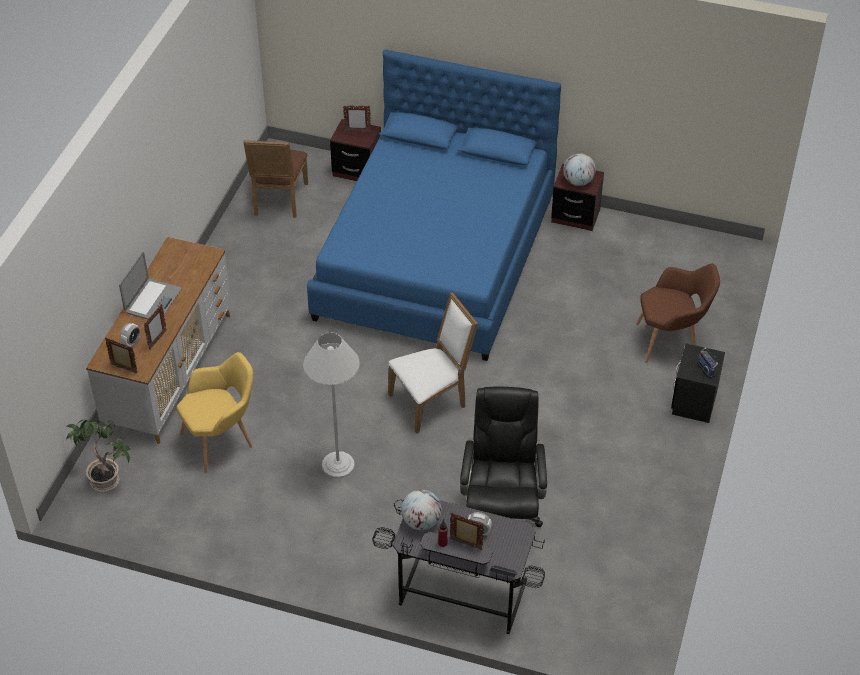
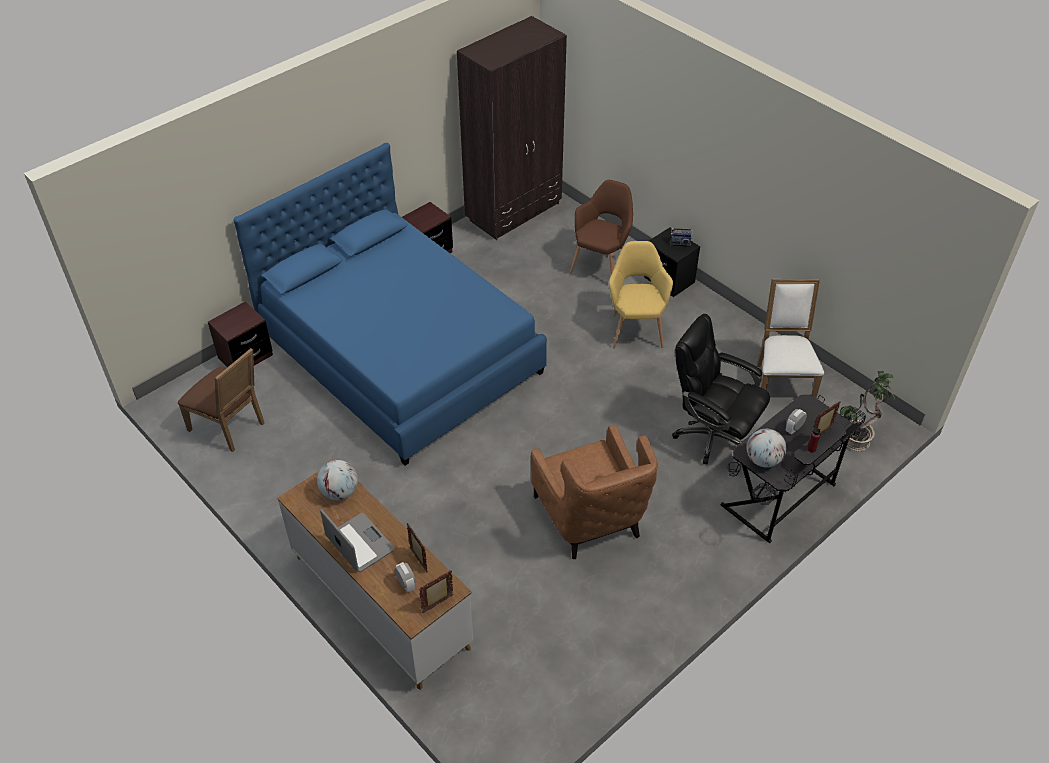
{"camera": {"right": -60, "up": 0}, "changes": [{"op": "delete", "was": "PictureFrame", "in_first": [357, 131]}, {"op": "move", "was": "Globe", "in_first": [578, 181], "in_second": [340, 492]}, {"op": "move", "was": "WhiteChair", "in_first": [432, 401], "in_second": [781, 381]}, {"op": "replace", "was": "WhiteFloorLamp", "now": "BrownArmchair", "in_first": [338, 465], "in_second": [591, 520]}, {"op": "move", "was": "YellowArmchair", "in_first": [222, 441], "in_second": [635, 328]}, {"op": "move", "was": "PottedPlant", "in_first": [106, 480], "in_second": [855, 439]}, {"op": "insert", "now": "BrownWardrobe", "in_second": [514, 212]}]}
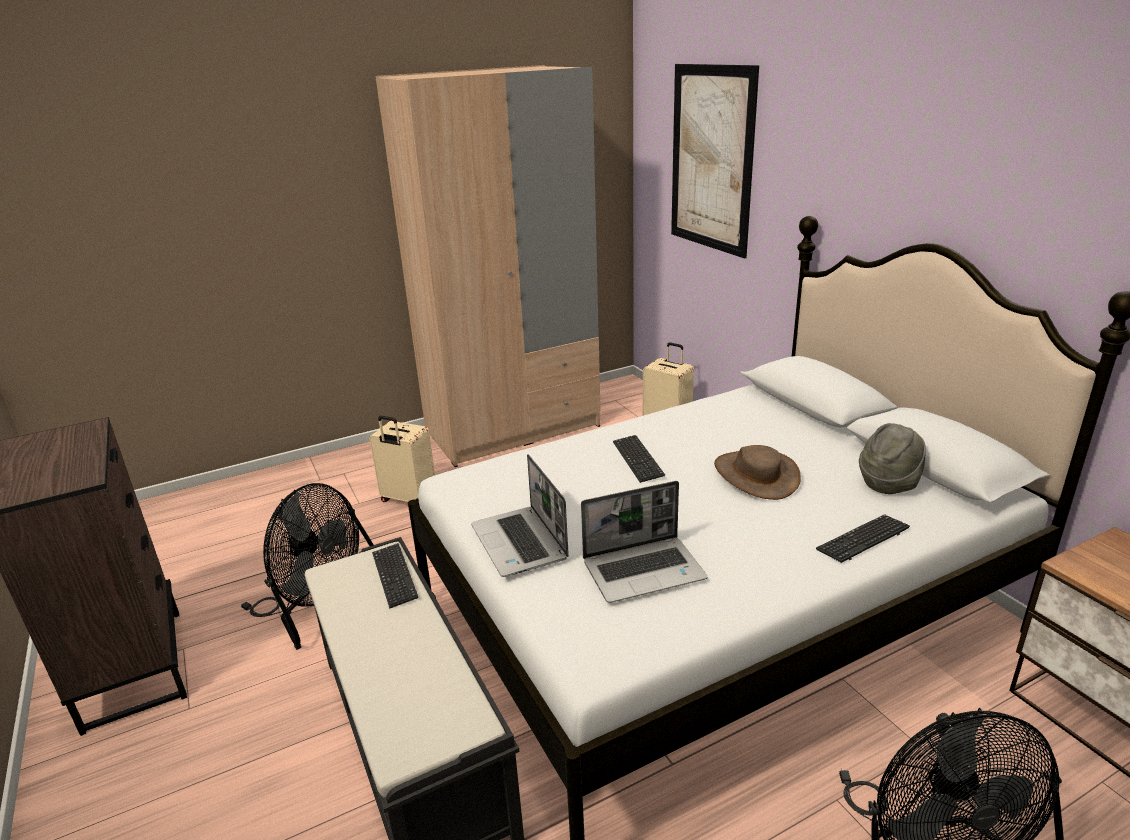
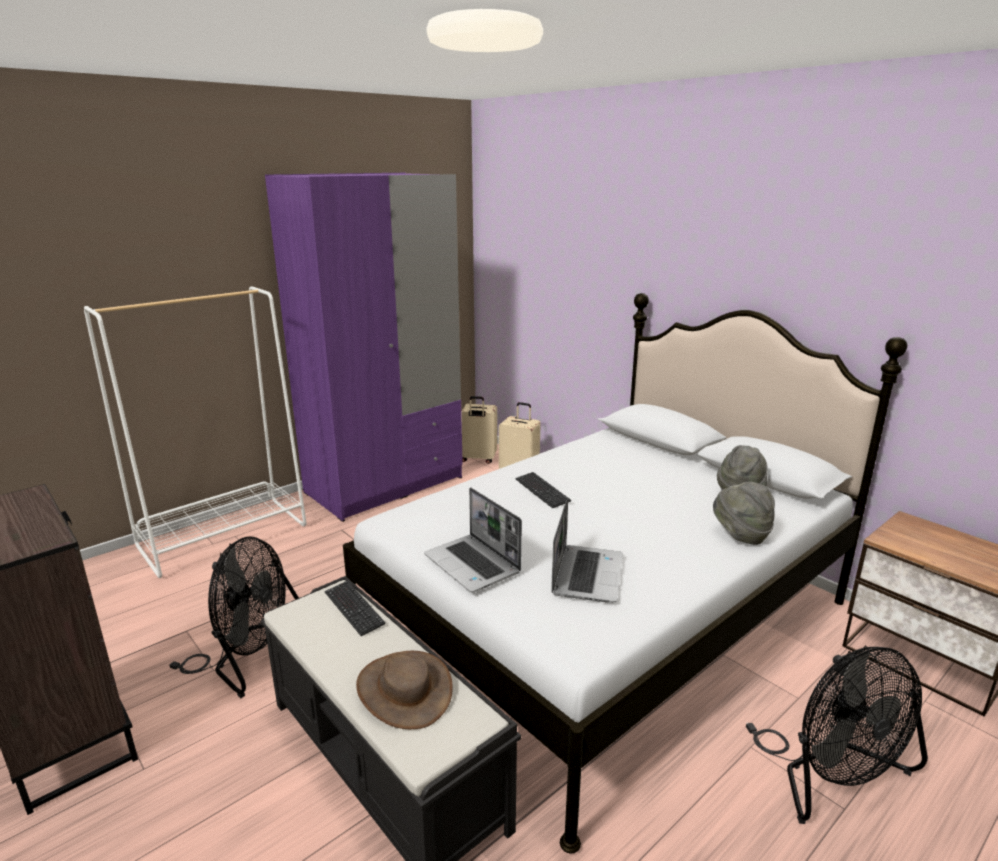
{"camera": {"right": -15, "up": -5}, "changes": [{"op": "delete", "was": "Picture", "in_first": [711, 159]}, {"op": "recolor", "was": "BeigeWardrobe", "now": "PurpleWardrobe", "in_first": [512, 428], "in_second": [385, 485]}, {"op": "move", "was": "BeigeSuitcase", "in_first": [408, 499], "in_second": [478, 459]}, {"op": "move", "was": "BrownHat", "in_first": [756, 475], "in_second": [405, 690]}, {"op": "rotate", "was": "Laptop", "in_first": [644, 570], "in_second": [586, 574], "clockwise": -45}, {"op": "replace", "was": "Keyboard", "now": "GreyHat", "in_first": [863, 540], "in_second": [740, 535]}, {"op": "insert", "now": "WhiteClothesRack", "in_second": [223, 536]}]}
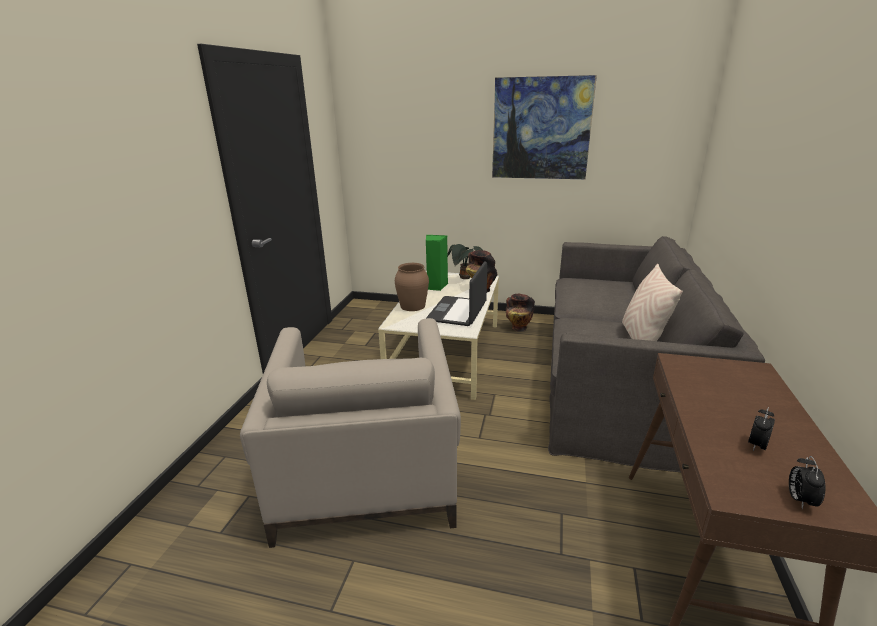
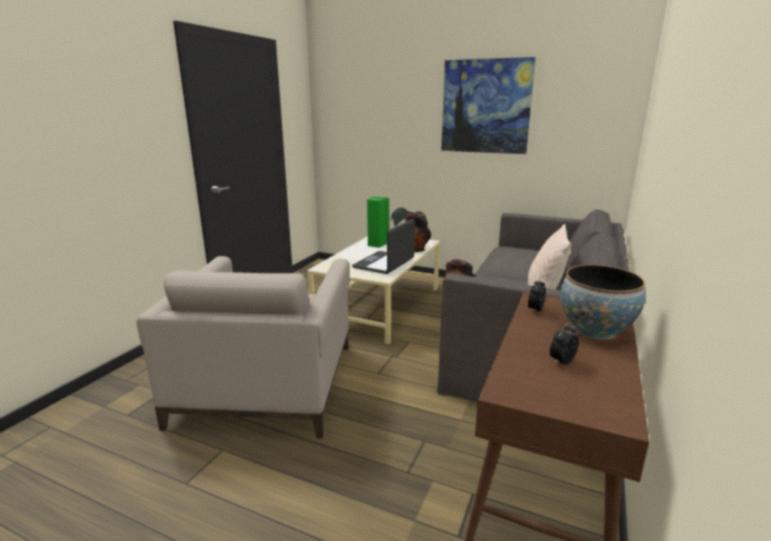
{"camera": {"right": 10, "up": -5}, "changes": [{"op": "delete", "was": "BrownVase", "in_first": [412, 306]}, {"op": "move", "was": "AlarmClock", "in_first": [799, 499], "in_second": [535, 310]}, {"op": "insert", "now": "Bowl", "in_second": [595, 330]}]}
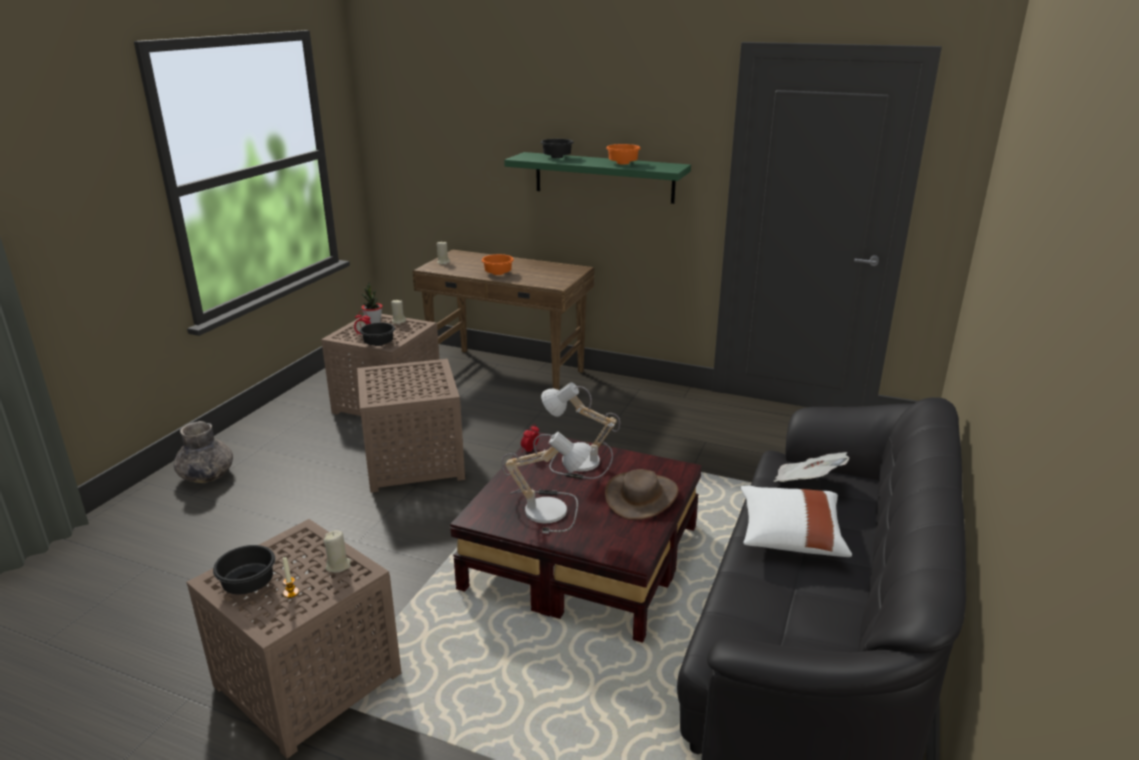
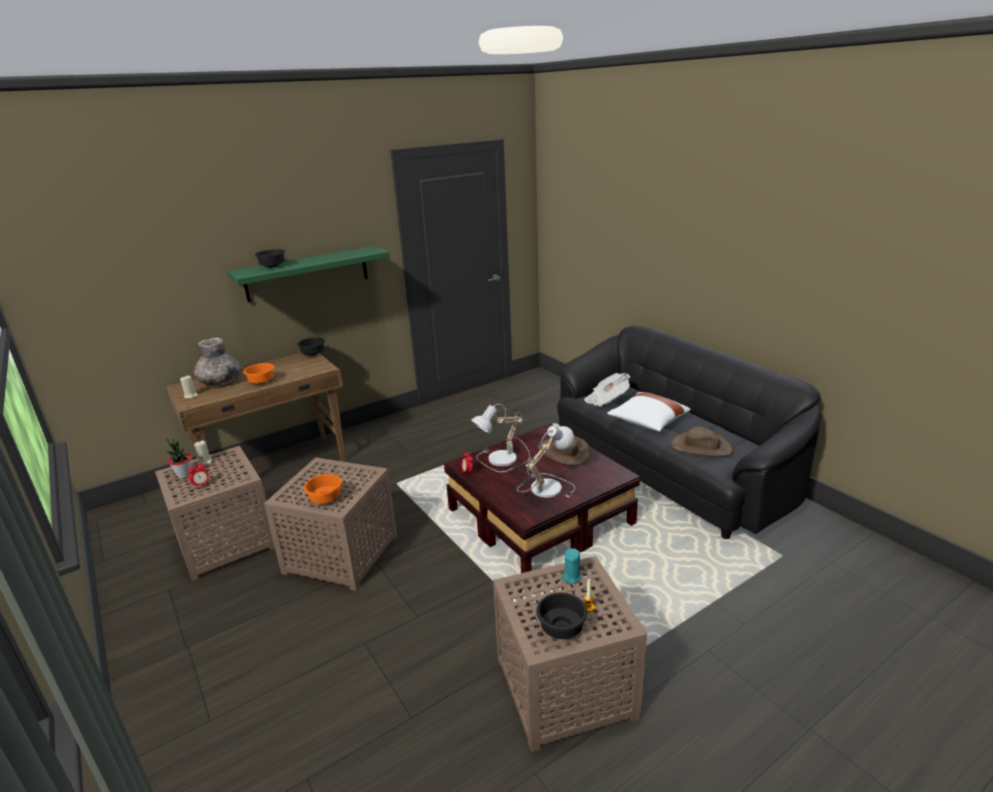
{"camera": {"right": -55, "up": 0}, "changes": [{"op": "move", "was": "OrangeBowl", "in_first": [624, 164], "in_second": [326, 498]}, {"op": "move", "was": "BlackBowl", "in_first": [378, 344], "in_second": [314, 354]}, {"op": "move", "was": "GreyVase", "in_first": [206, 475], "in_second": [220, 382]}, {"op": "recolor", "was": "BeigeCandle", "now": "TurquoiseCandle", "in_first": [338, 565], "in_second": [571, 577]}, {"op": "insert", "now": "BrownHat", "in_second": [701, 447]}]}
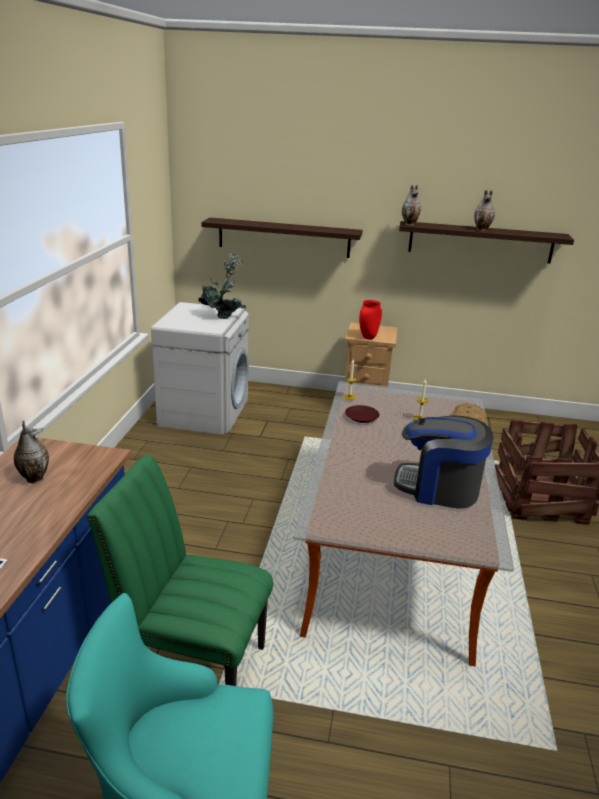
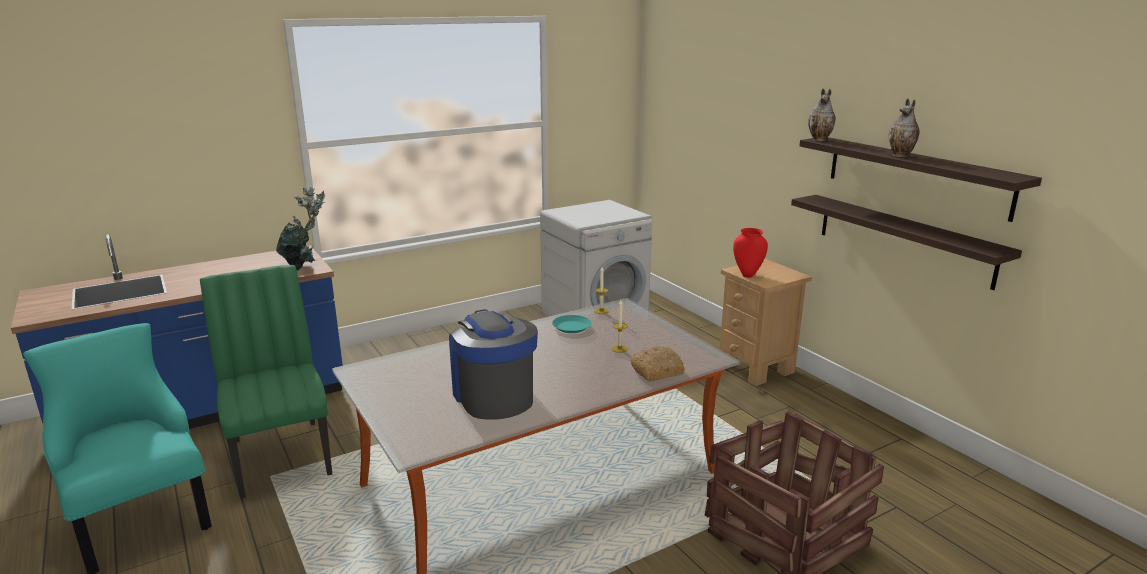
{"camera": {"right": 50, "up": -5}, "changes": [{"op": "move", "was": "Shelf", "in_first": [284, 237], "in_second": [902, 239]}, {"op": "move", "was": "PottedPlant", "in_first": [224, 316], "in_second": [305, 267]}, {"op": "recolor", "was": "BrownPlate", "now": "TurquoisePlate", "in_first": [361, 417], "in_second": [571, 327]}, {"op": "delete", "was": "Vase", "in_first": [34, 478]}]}
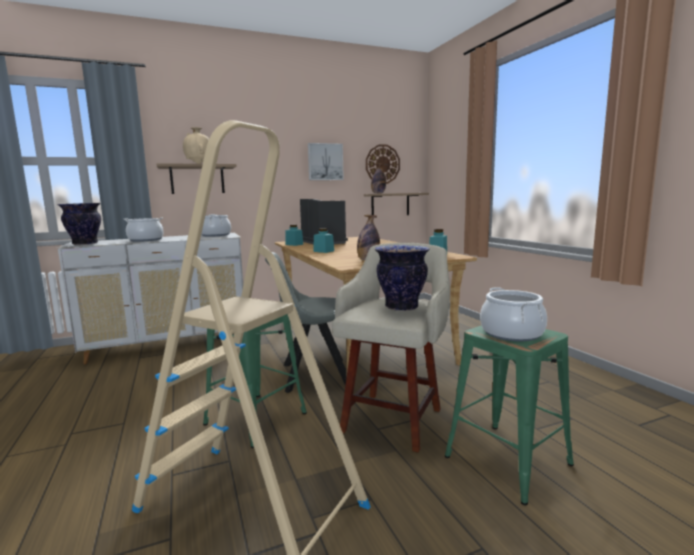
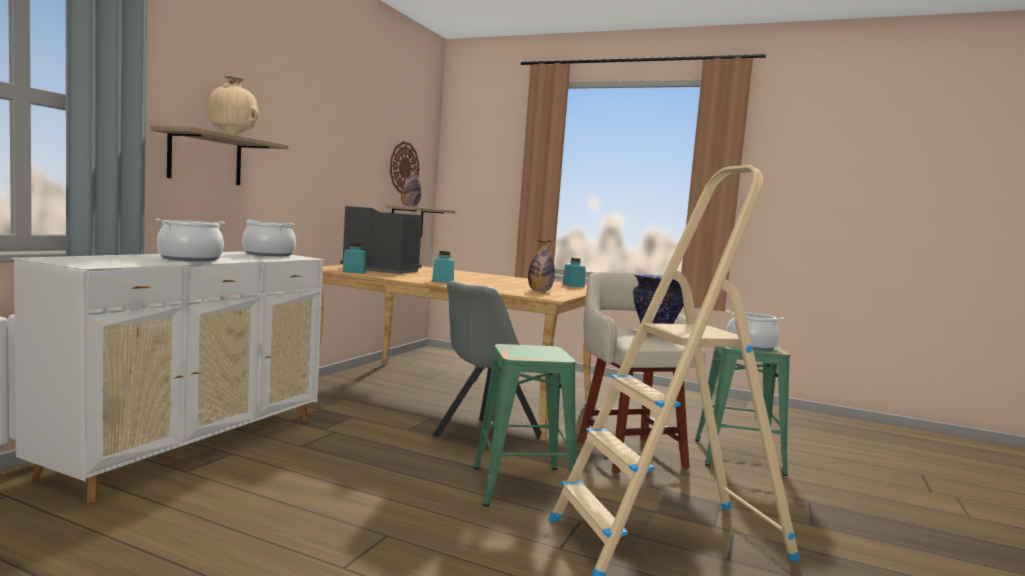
{"camera": {"right": -45, "up": -5}, "changes": [{"op": "delete", "was": "Picture", "in_first": [325, 162]}, {"op": "delete", "was": "Vase", "in_first": [84, 244]}]}
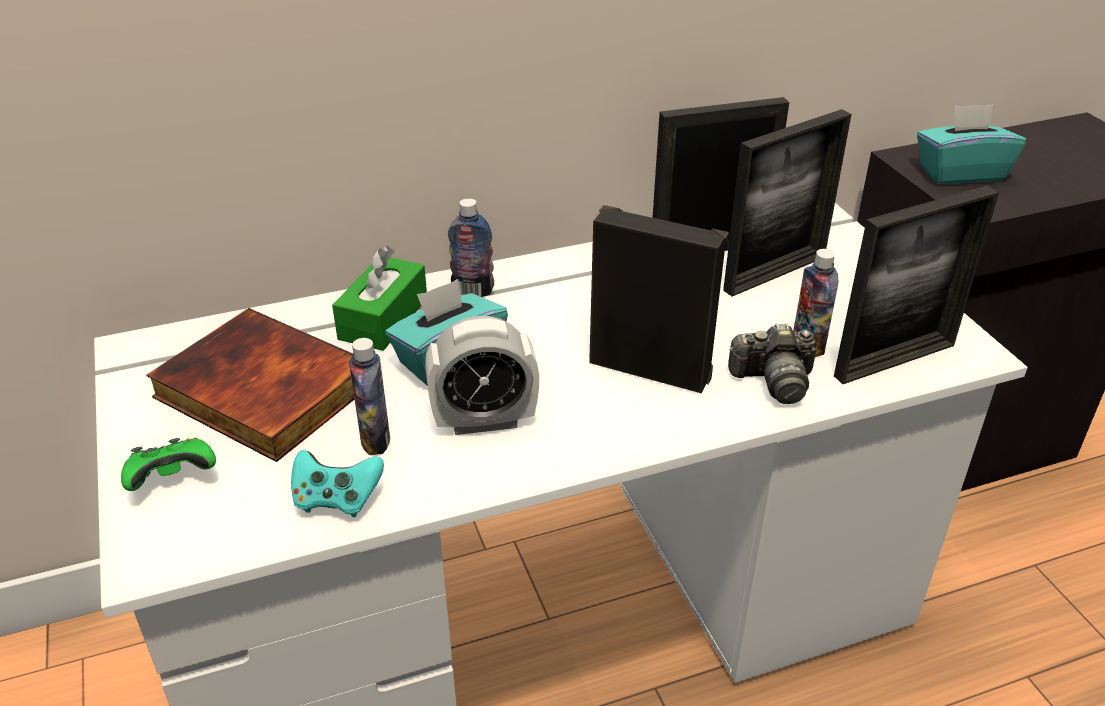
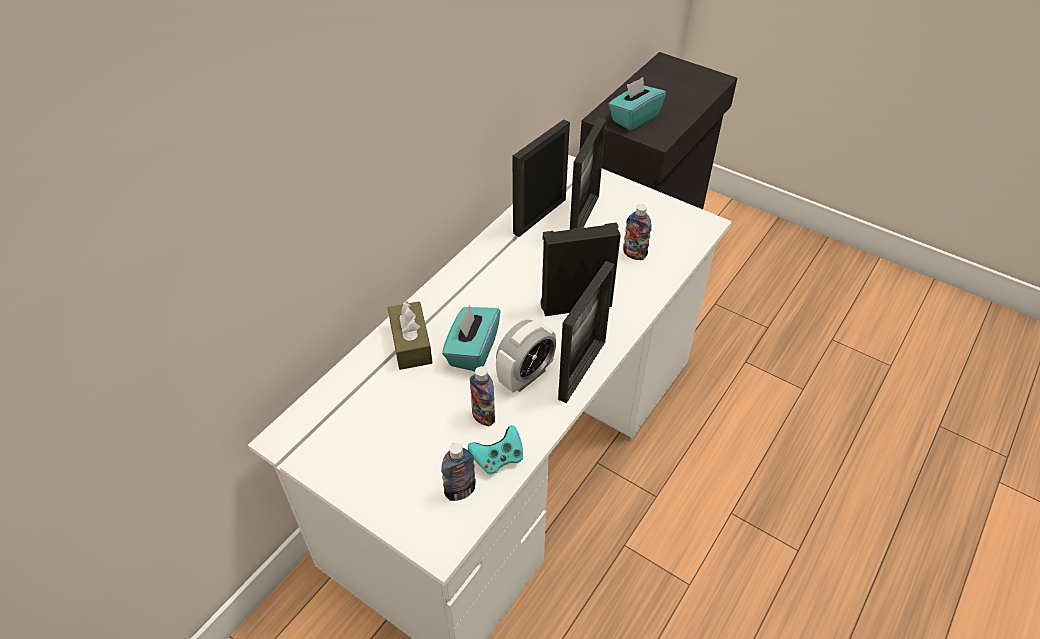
{"camera": {"right": -35, "up": 10}, "changes": [{"op": "move", "was": "PictureFrame", "in_first": [894, 360], "in_second": [582, 370]}, {"op": "move", "was": "Bottle", "in_first": [473, 291], "in_second": [460, 491]}, {"op": "recolor", "was": "GreenTissueBox", "now": "BrownTissueBox", "in_first": [383, 319], "in_second": [411, 344]}, {"op": "delete", "was": "Book", "in_first": [260, 392]}, {"op": "delete", "was": "PhotoCamera", "in_first": [773, 381]}, {"op": "delete", "was": "GreenGameController", "in_first": [173, 478]}]}
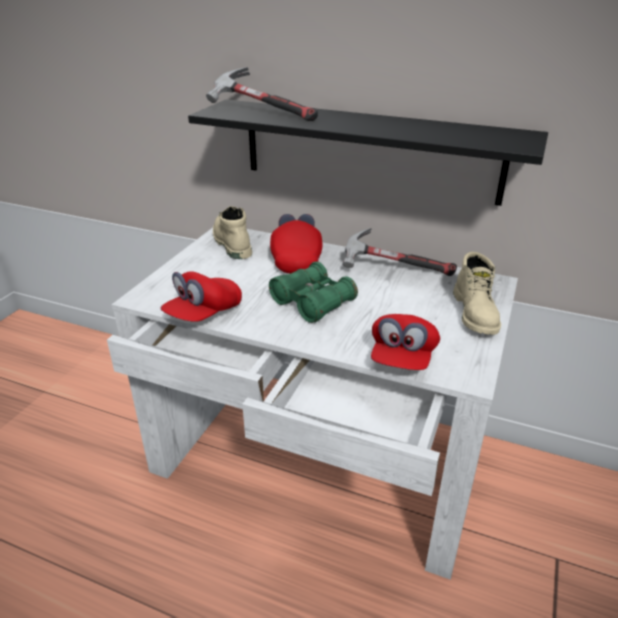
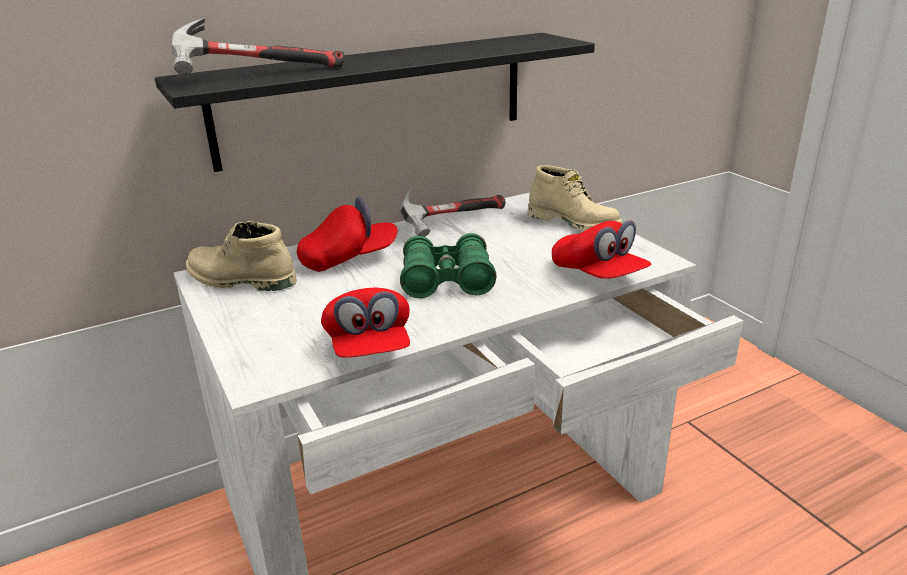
{"camera": {"right": -50, "up": -5}, "changes": [{"op": "rotate", "was": "RedCap", "in_first": [296, 259], "in_second": [349, 259], "clockwise": 120}]}
